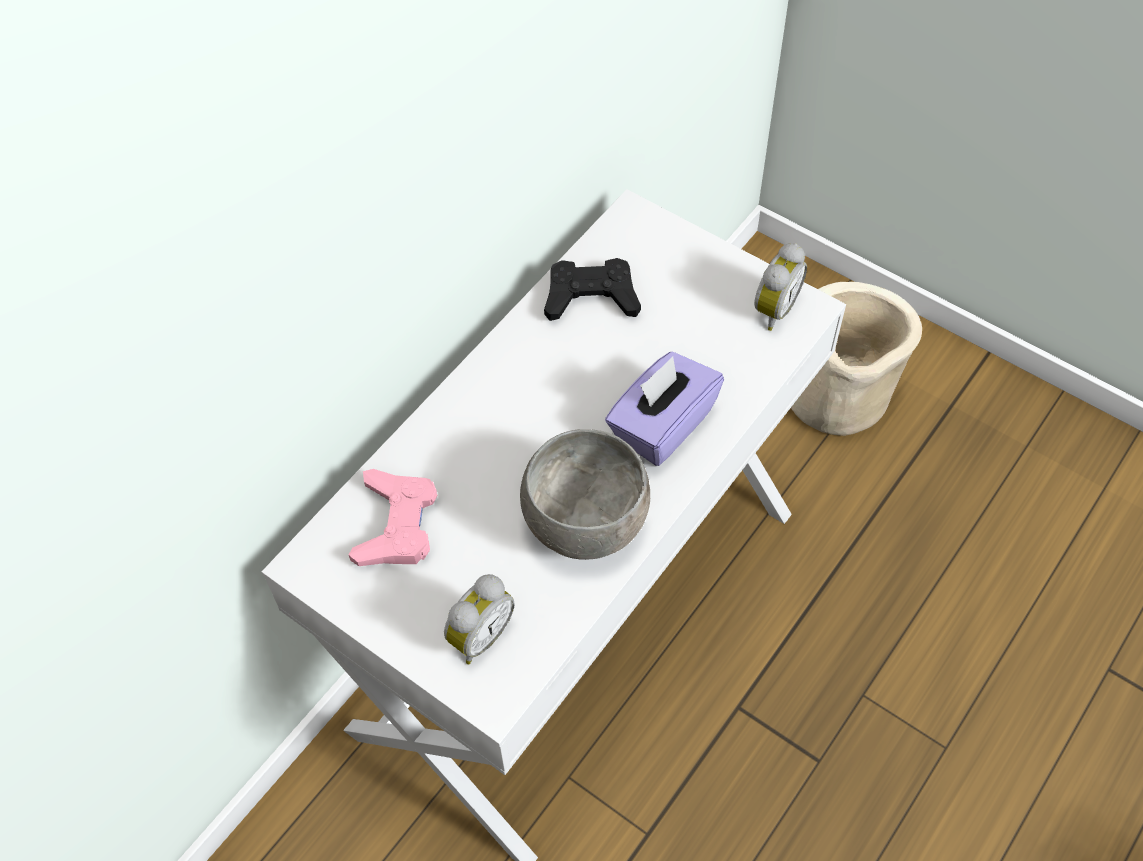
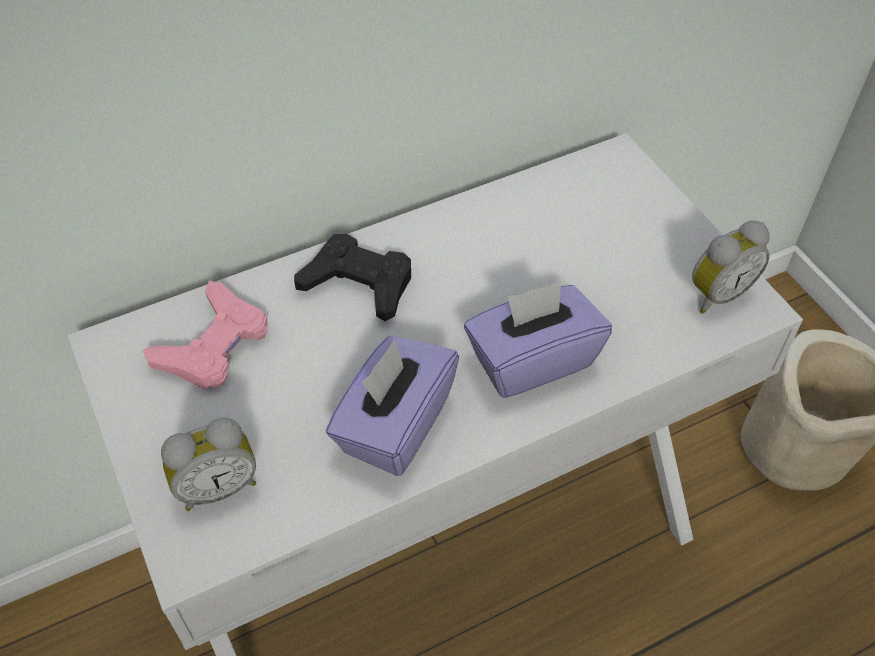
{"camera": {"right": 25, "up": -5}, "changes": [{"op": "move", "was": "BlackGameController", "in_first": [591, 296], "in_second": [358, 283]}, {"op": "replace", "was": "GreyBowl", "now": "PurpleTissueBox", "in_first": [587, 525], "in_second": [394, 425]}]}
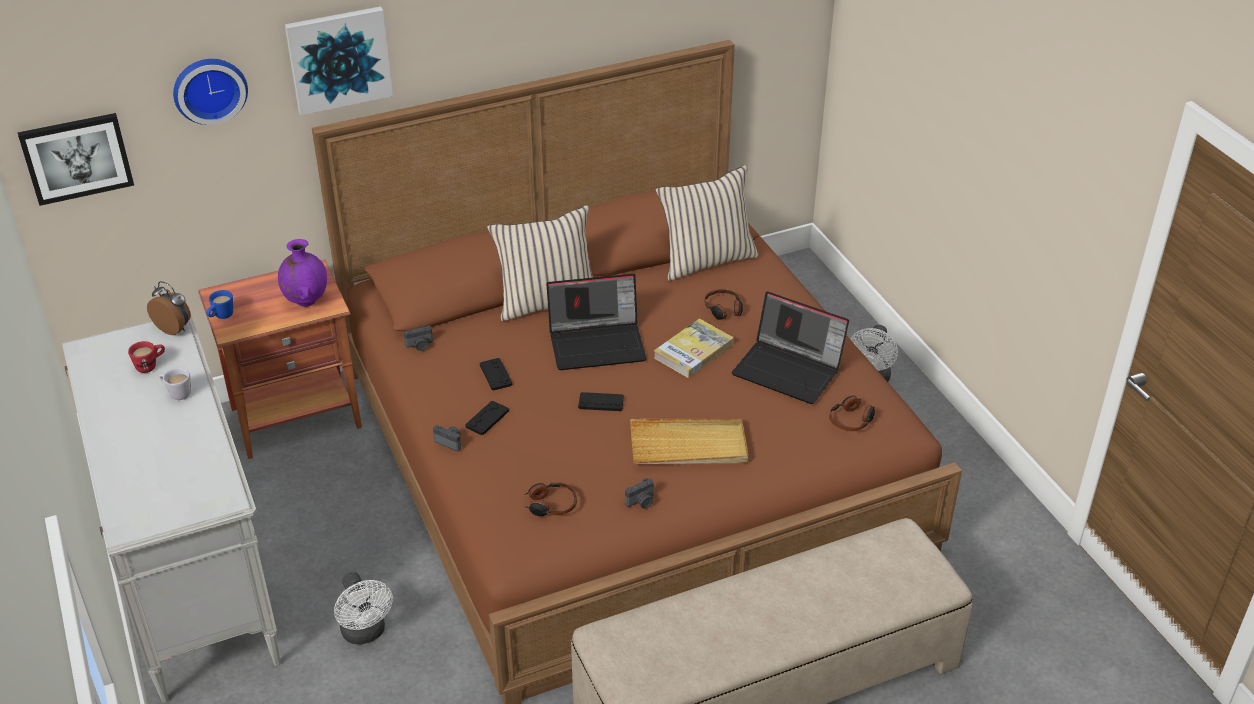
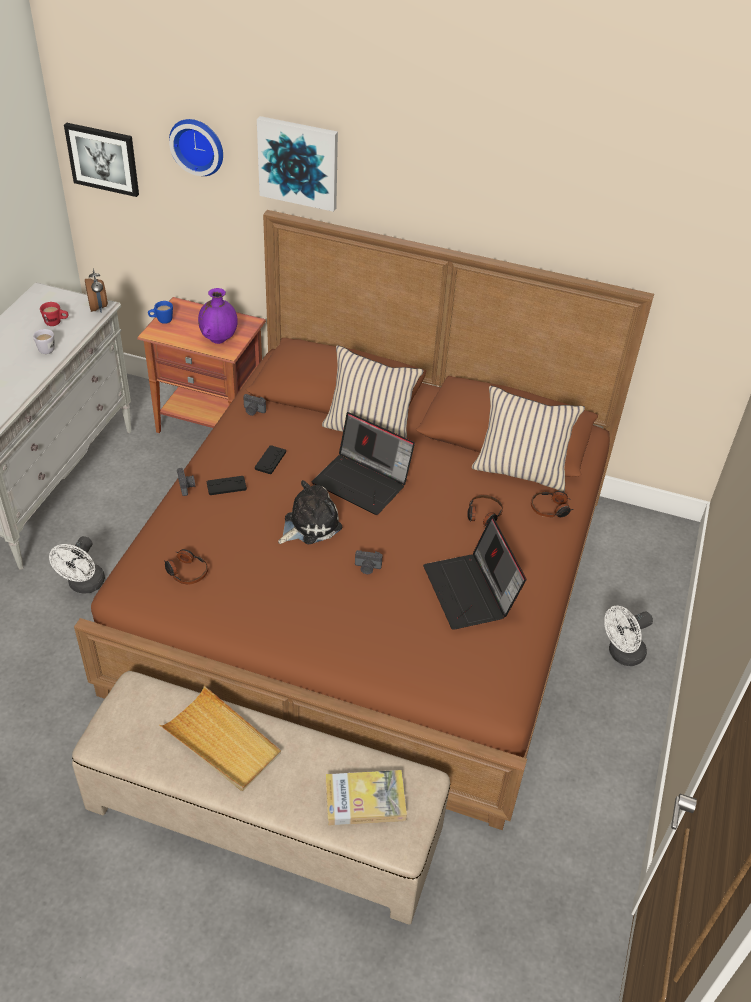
{"camera": {"right": 40, "up": 5}, "changes": [{"op": "move", "was": "Book", "in_first": [693, 351], "in_second": [365, 800]}, {"op": "replace", "was": "BlackGameController", "now": "PlushToy", "in_first": [601, 402], "in_second": [309, 524]}, {"op": "move", "was": "Headphones", "in_first": [852, 419], "in_second": [550, 509]}, {"op": "move", "was": "BeigeTray", "in_first": [688, 446], "in_second": [222, 742]}, {"op": "move", "was": "PhotoCamera", "in_first": [641, 502], "in_second": [367, 568]}]}
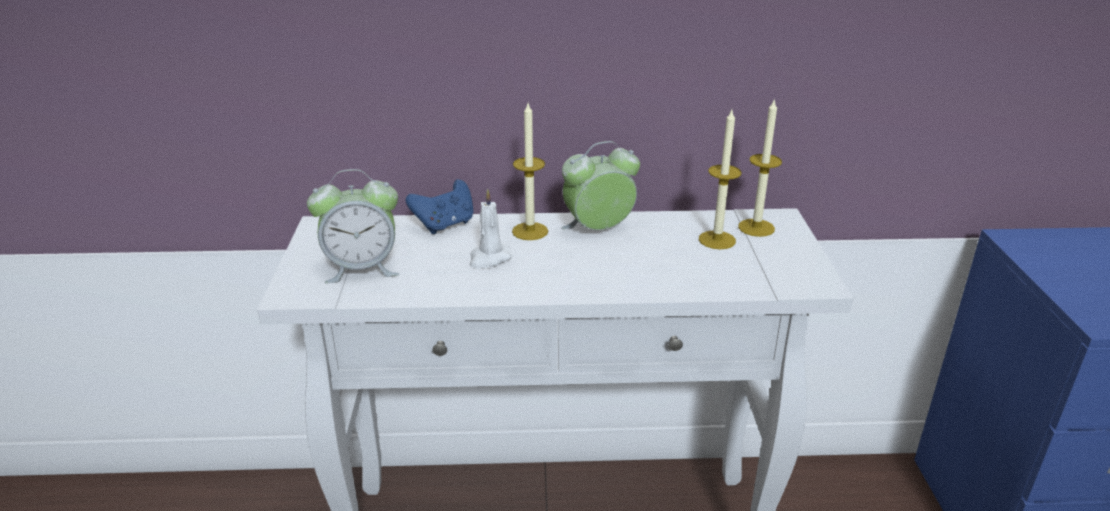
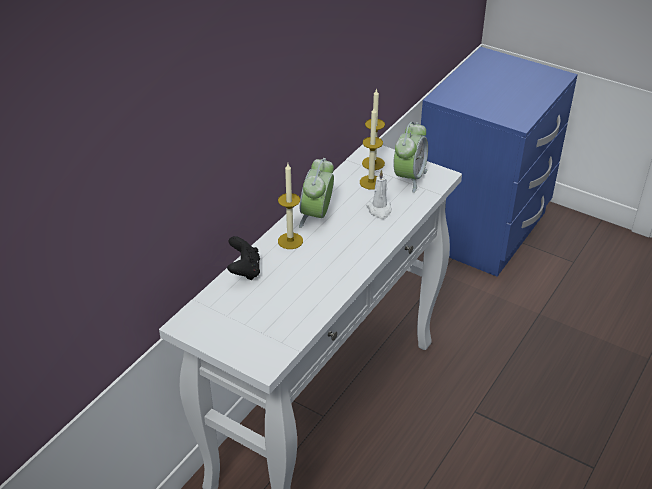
{"camera": {"right": -55, "up": 10}, "changes": [{"op": "move", "was": "AlarmClock", "in_first": [362, 268], "in_second": [409, 178]}, {"op": "recolor", "was": "BlueGameController", "now": "BlackGameController", "in_first": [445, 225], "in_second": [244, 270]}, {"op": "move", "was": "WhiteCandle", "in_first": [489, 259], "in_second": [379, 210]}]}
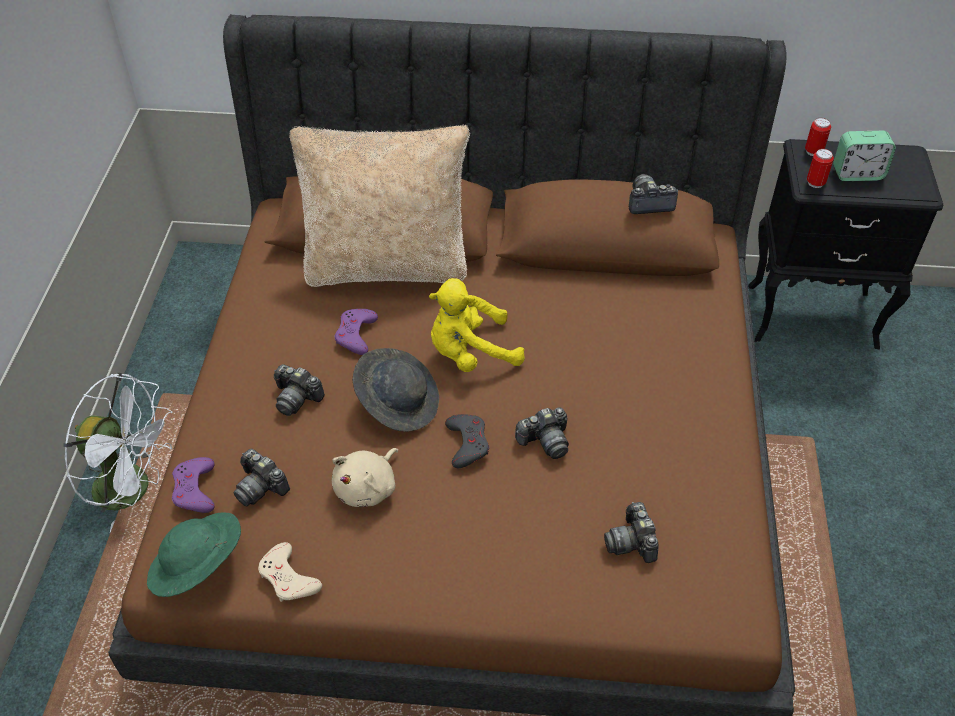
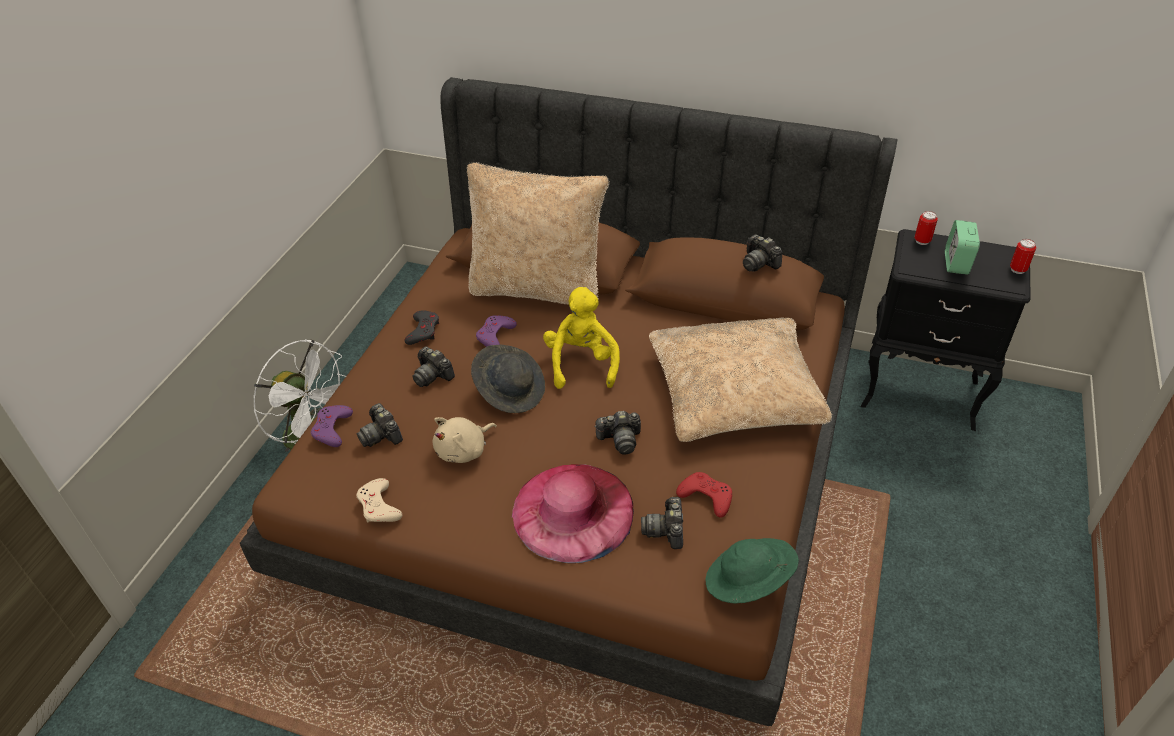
{"camera": {"right": 15, "up": -5}, "changes": [{"op": "rotate", "was": "AlarmClock", "in_first": [857, 174], "in_second": [956, 263], "clockwise": 90}, {"op": "move", "was": "Can", "in_first": [815, 183], "in_second": [1018, 269]}, {"op": "rotate", "was": "PhotoCamera", "in_first": [648, 203], "in_second": [759, 263], "clockwise": -135}, {"op": "rotate", "was": "YellowPlushToy", "in_first": [470, 353], "in_second": [582, 363], "clockwise": 90}, {"op": "move", "was": "GreyGameController", "in_first": [467, 443], "in_second": [423, 331]}, {"op": "move", "was": "GreenHat", "in_first": [198, 567], "in_second": [748, 583]}, {"op": "insert", "now": "BeigePillow", "in_second": [736, 393]}, {"op": "insert", "now": "PinkHat", "in_second": [573, 511]}, {"op": "insert", "now": "RedGameController", "in_second": [706, 496]}]}
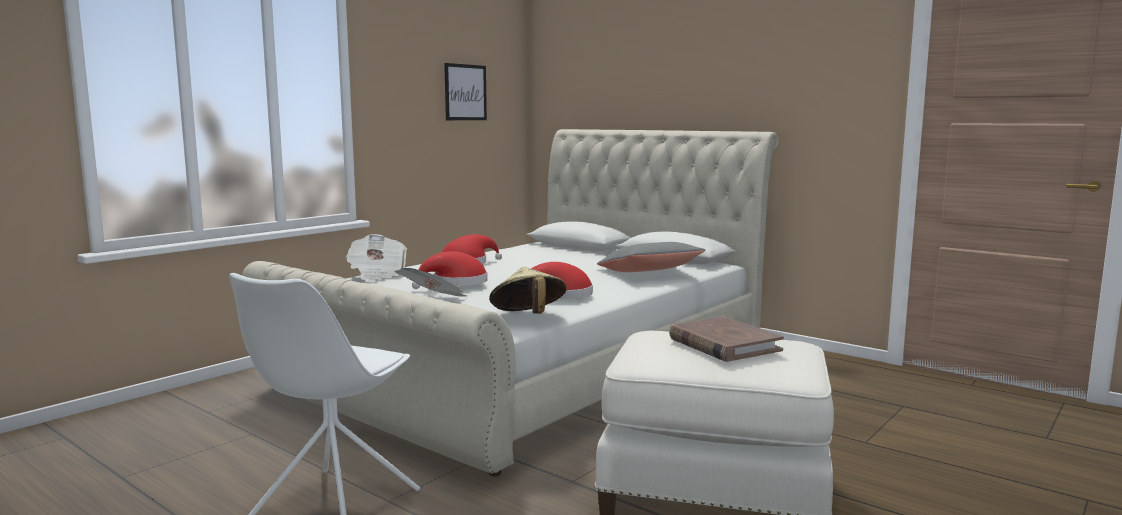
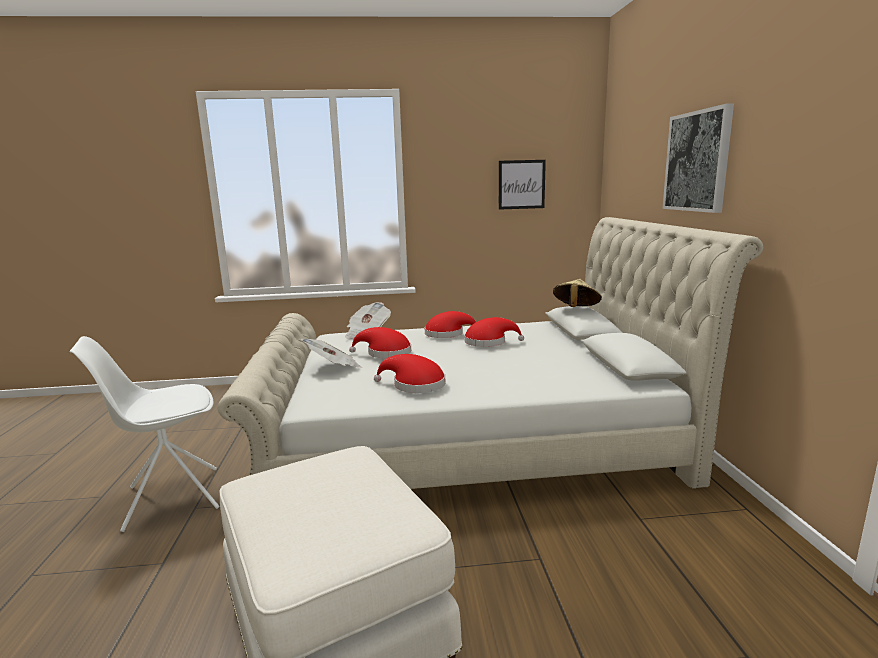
{"camera": {"right": 45, "up": 5}, "changes": [{"op": "delete", "was": "GreyPillow", "in_first": [649, 273]}, {"op": "move", "was": "BeigeHat", "in_first": [528, 317], "in_second": [575, 309]}, {"op": "delete", "was": "BrownBook", "in_first": [723, 344]}, {"op": "insert", "now": "Picture", "in_second": [697, 161]}, {"op": "insert", "now": "RedHat", "in_second": [488, 342]}]}
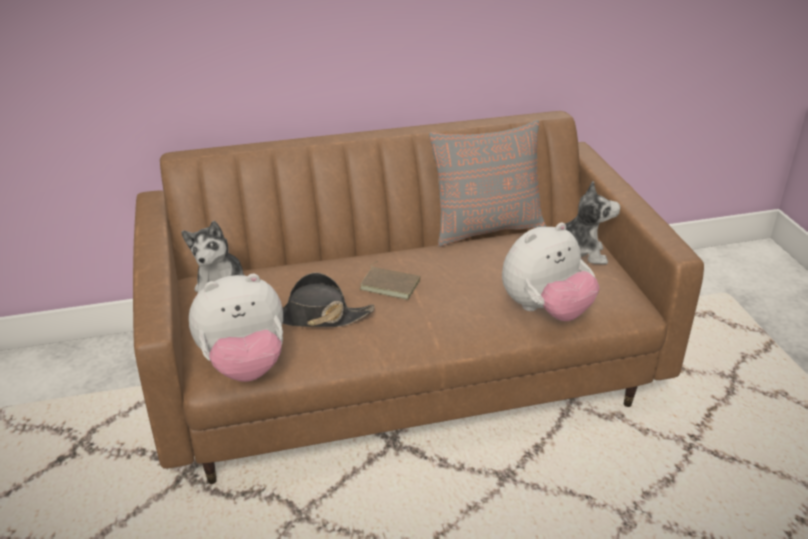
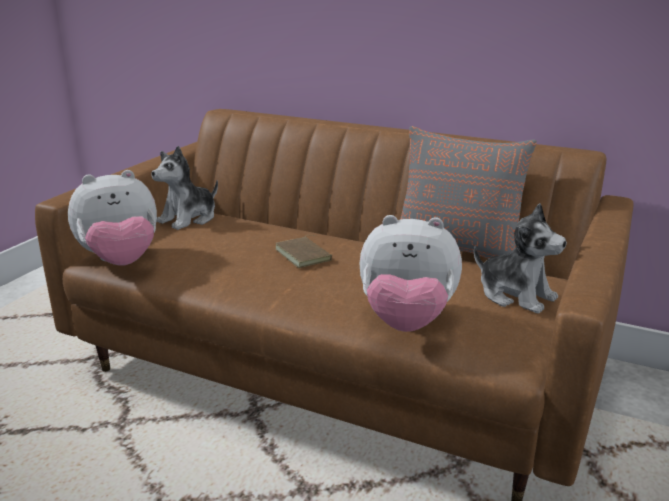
{"camera": {"right": 40, "up": -10}, "changes": [{"op": "delete", "was": "BlackHat", "in_first": [316, 317]}, {"op": "rotate", "was": "PlushToy", "in_first": [244, 365], "in_second": [121, 261], "clockwise": -45}]}
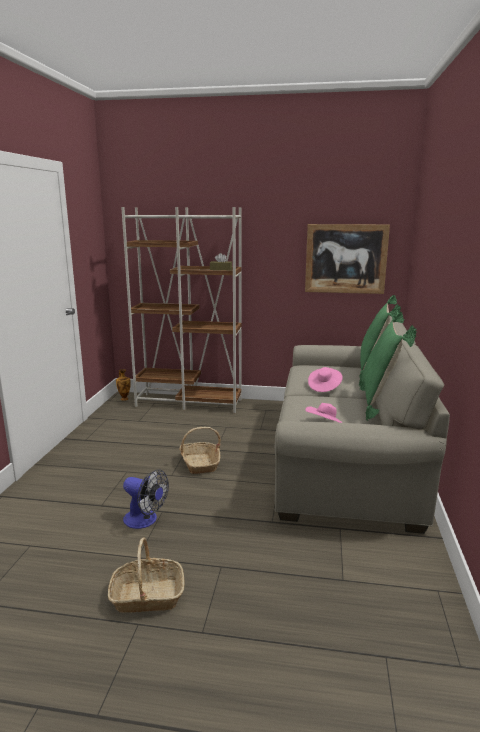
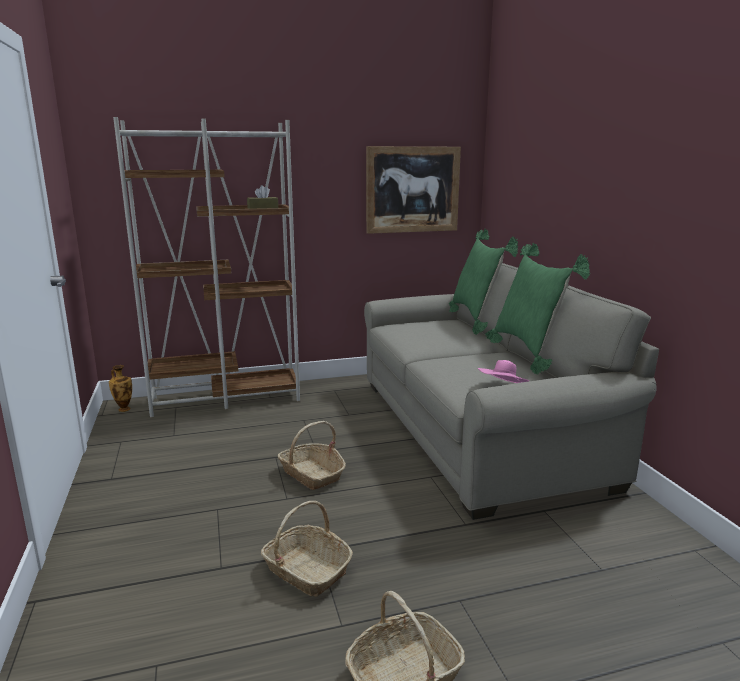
{"camera": {"right": -25, "up": 0}, "changes": [{"op": "delete", "was": "PinkHat", "in_first": [324, 387]}, {"op": "replace", "was": "Fan", "now": "Basket", "in_first": [145, 520], "in_second": [306, 570]}]}
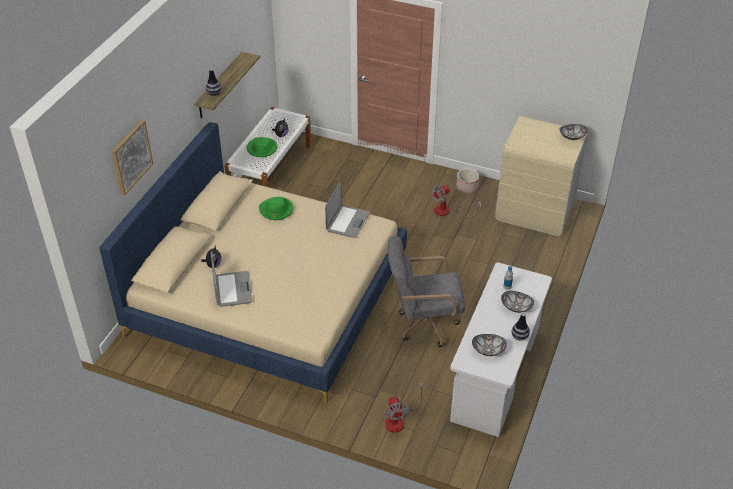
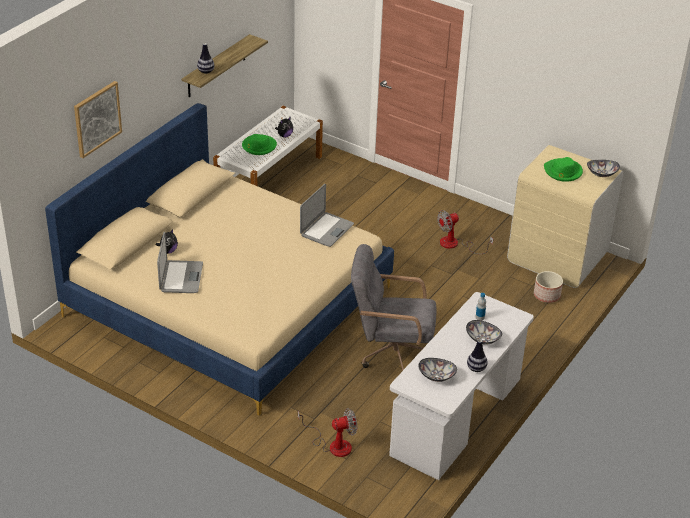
{"camera": {"right": 10, "up": -5}, "changes": [{"op": "move", "was": "Planter", "in_first": [466, 188], "in_second": [546, 295]}, {"op": "move", "was": "GreenHat", "in_first": [276, 210], "in_second": [563, 172]}, {"op": "rotate", "was": "Fan", "in_first": [399, 419], "in_second": [333, 445], "clockwise": -105}]}
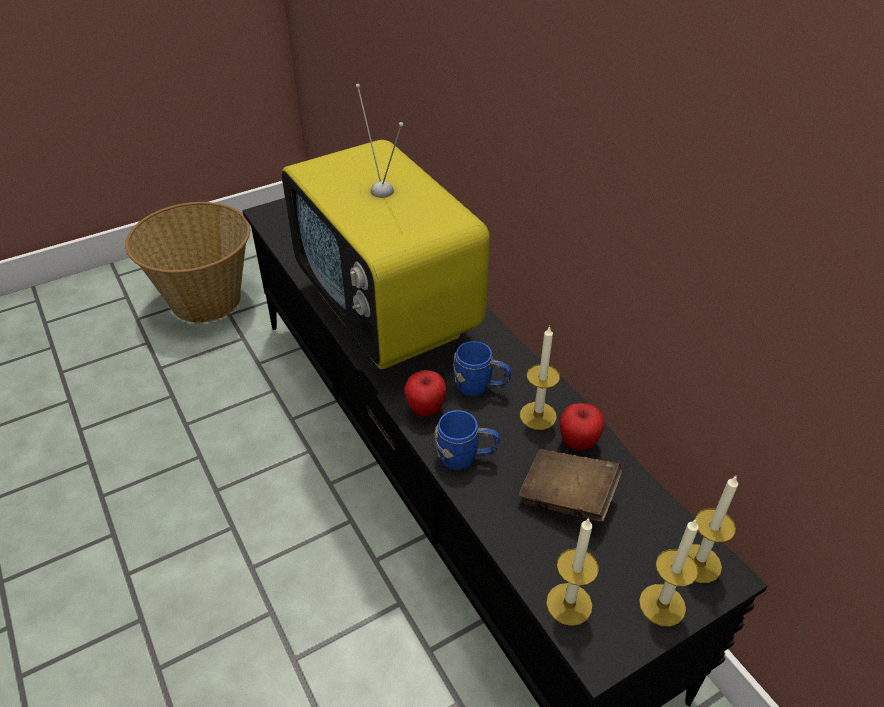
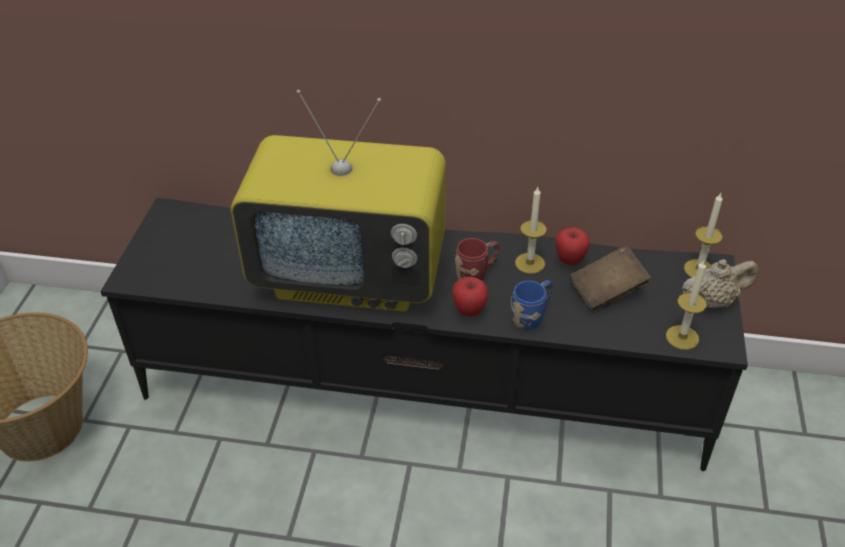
{"camera": {"right": -50, "up": 0}, "changes": [{"op": "recolor", "was": "BlueMug", "now": "RedMug", "in_first": [480, 387], "in_second": [477, 273]}, {"op": "replace", "was": "Candle", "now": "BeigeTeapot", "in_first": [662, 605], "in_second": [713, 301]}]}
